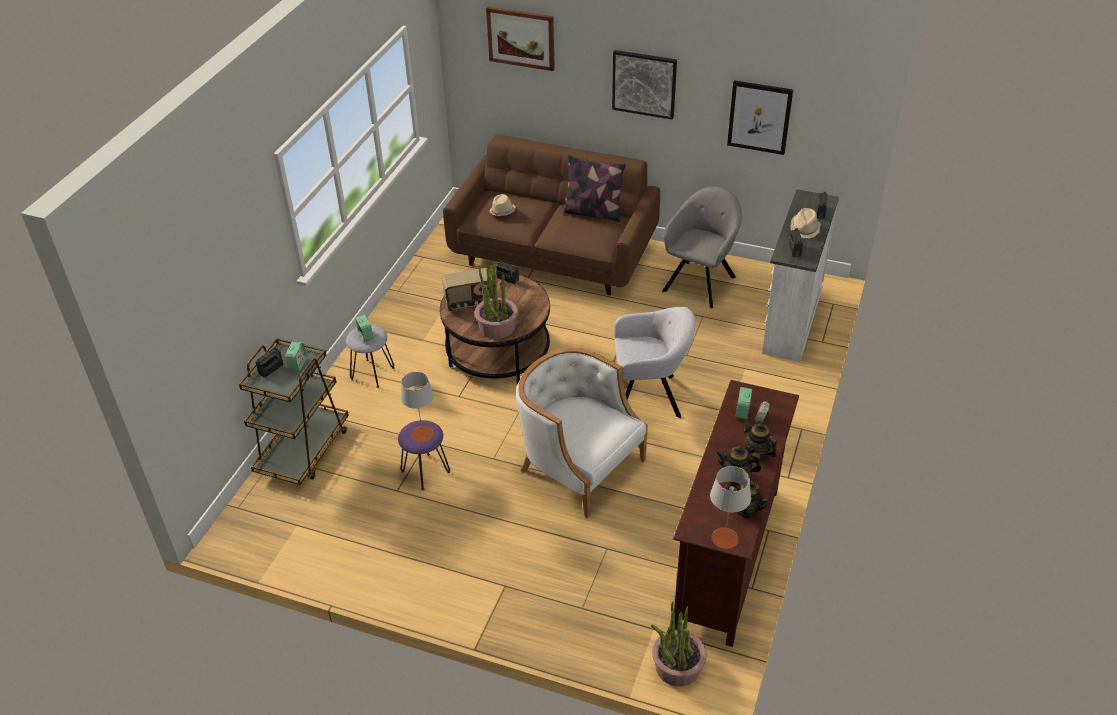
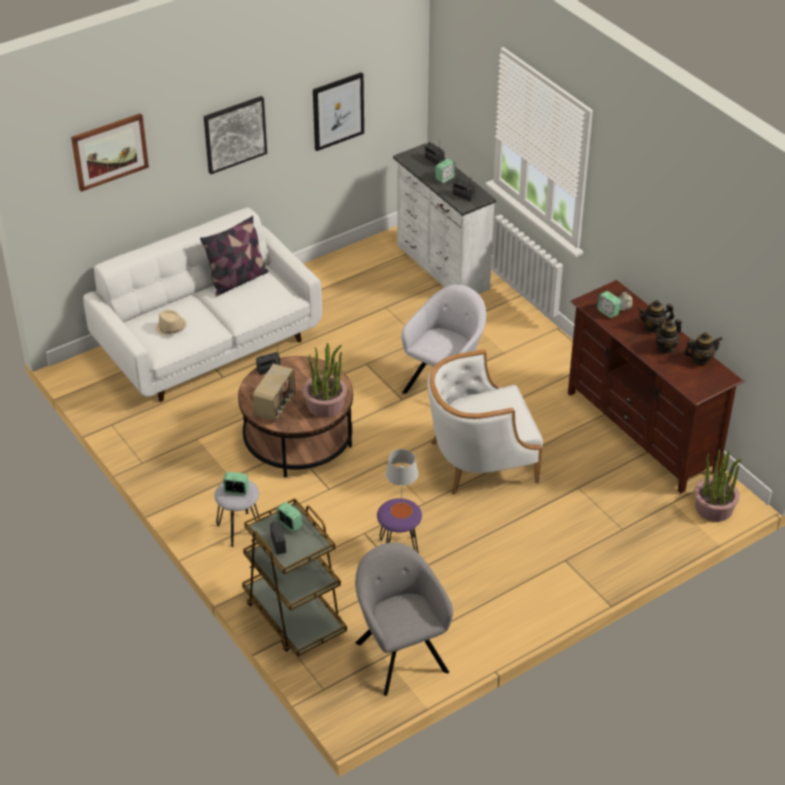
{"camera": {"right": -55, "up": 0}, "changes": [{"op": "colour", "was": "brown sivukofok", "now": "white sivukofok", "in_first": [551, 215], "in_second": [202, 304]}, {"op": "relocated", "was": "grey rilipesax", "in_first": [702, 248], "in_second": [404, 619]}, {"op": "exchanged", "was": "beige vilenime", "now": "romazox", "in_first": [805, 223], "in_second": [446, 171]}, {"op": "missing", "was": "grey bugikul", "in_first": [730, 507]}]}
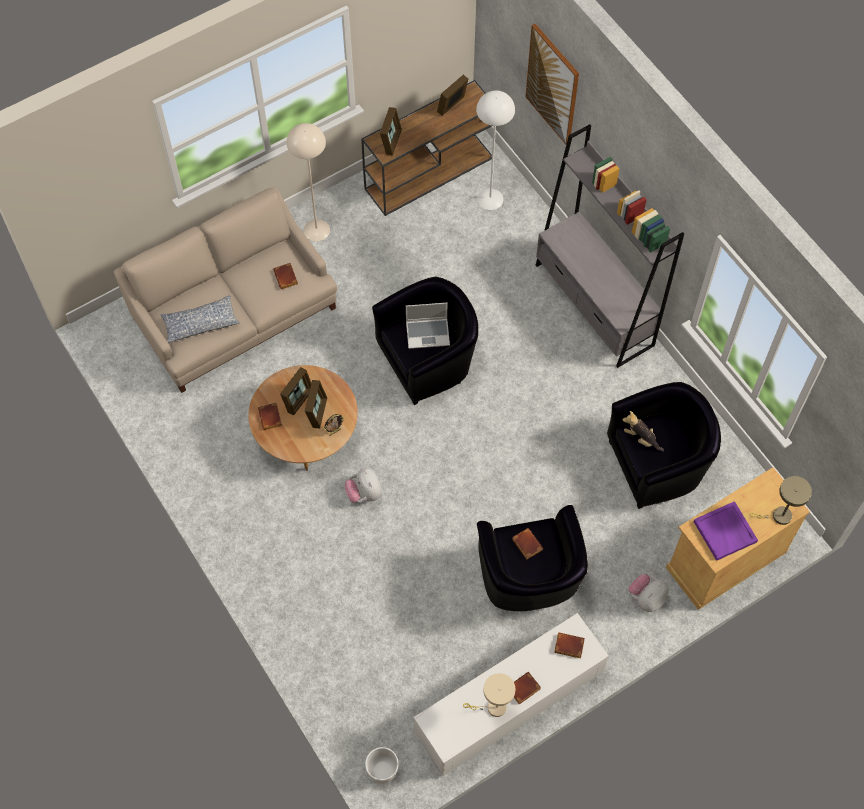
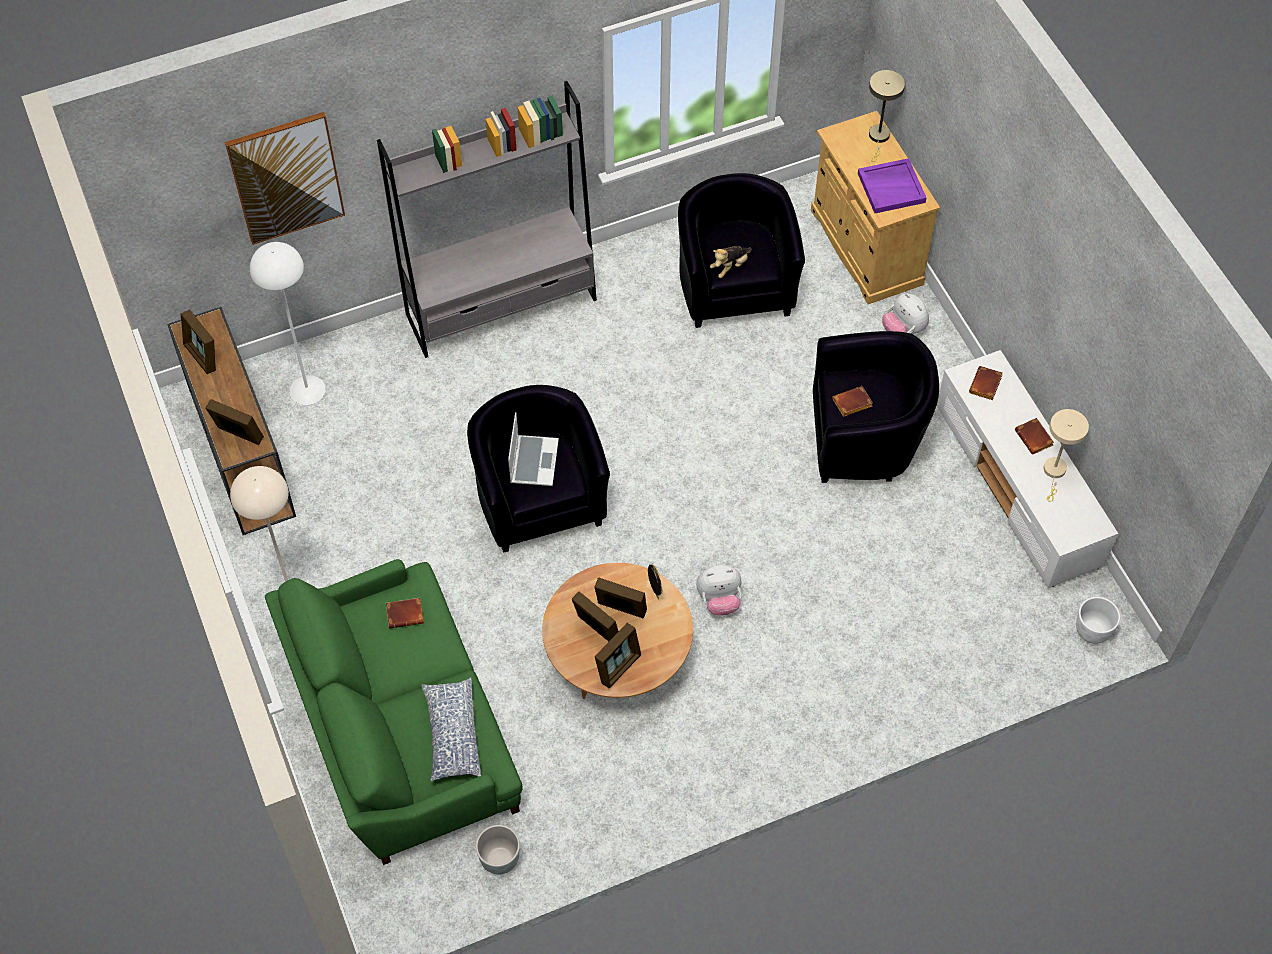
{"camera": {"right": -80, "up": -5}, "changes": [{"op": "colour", "was": "beige sivukofok", "now": "green sivukofok", "in_first": [225, 290], "in_second": [394, 712]}, {"op": "exchanged", "was": "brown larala", "now": "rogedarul", "in_first": [270, 416], "in_second": [618, 655]}, {"op": "appeared", "now": "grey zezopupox", "in_second": [498, 850]}]}
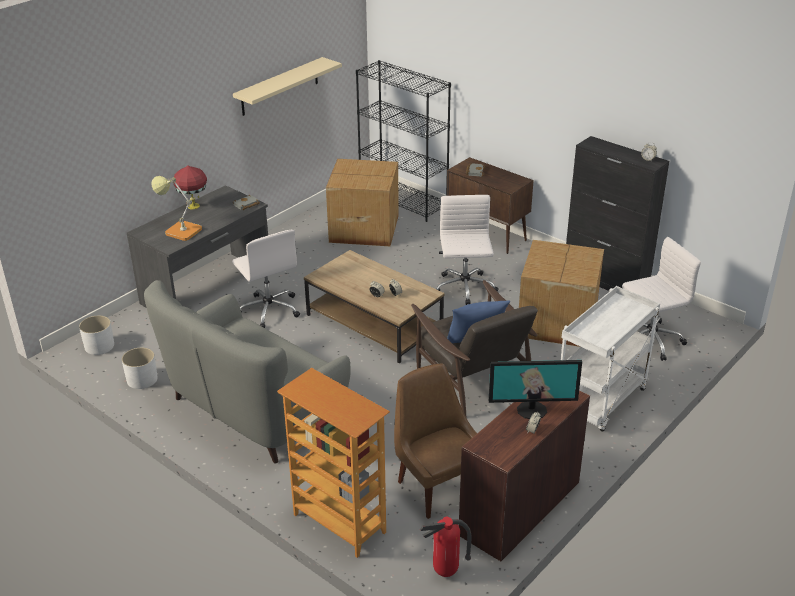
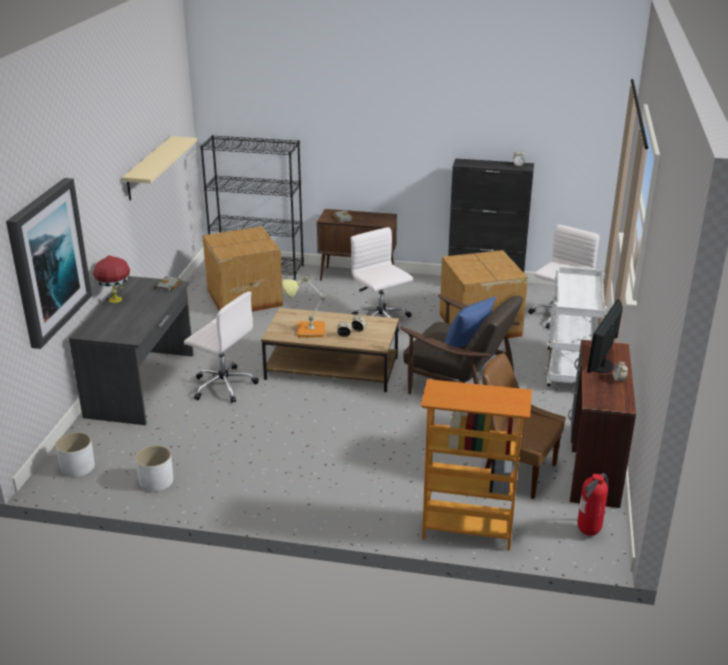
{"camera": {"right": -30, "up": -5}, "changes": [{"op": "relocated", "was": "bugikul", "in_first": [176, 208], "in_second": [303, 307]}, {"op": "missing", "was": "grey sivukofok", "in_first": [247, 371]}, {"op": "spun", "was": "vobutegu", "in_first": [535, 389], "in_second": [605, 336], "clockwise": 150}, {"op": "appeared", "now": "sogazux", "in_second": [49, 263]}]}
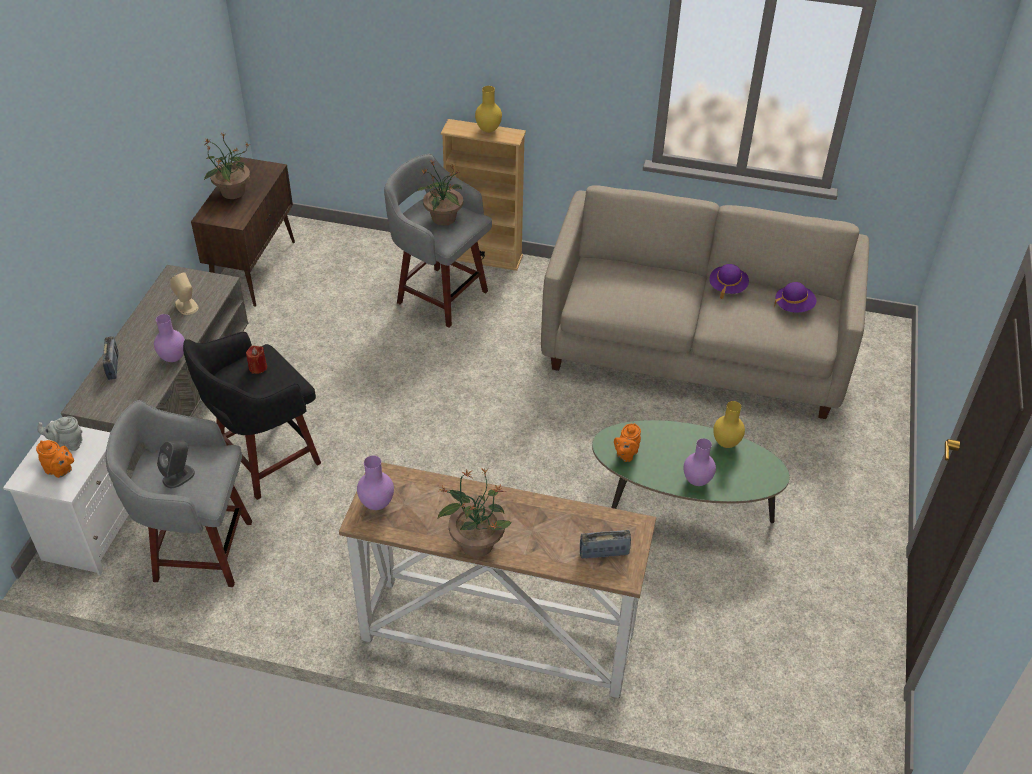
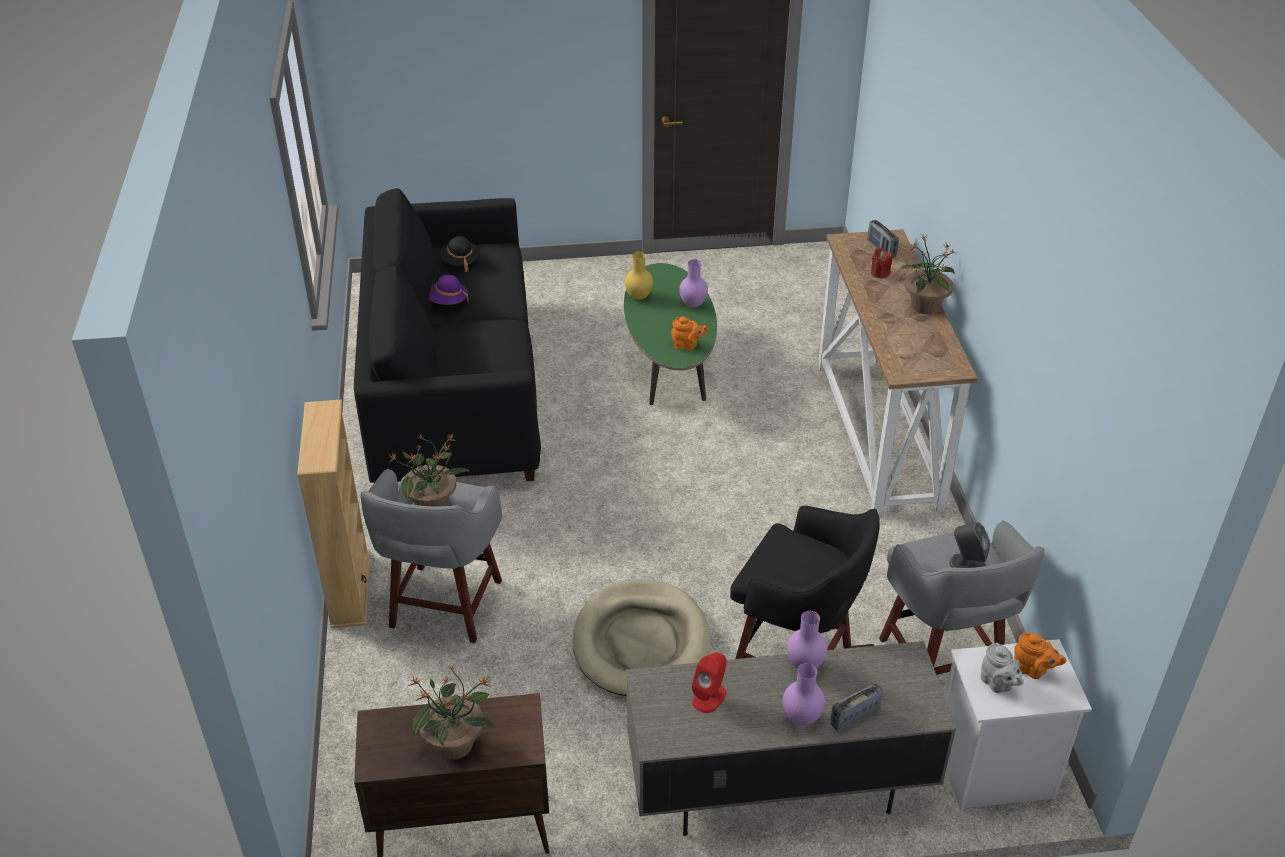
{"camera": {"right": -110, "up": -5}, "changes": [{"op": "missing", "was": "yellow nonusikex", "in_first": [488, 109]}, {"op": "colour", "was": "beige sivukofok", "now": "black sivukofok", "in_first": [705, 302], "in_second": [447, 335]}, {"op": "colour", "was": "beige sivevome", "now": "red sivevome", "in_first": [184, 293], "in_second": [709, 682]}, {"op": "colour", "was": "purple vilenime", "now": "black vilenime", "in_first": [795, 297], "in_second": [459, 254]}, {"op": "relocated", "was": "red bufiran", "in_first": [256, 359], "in_second": [881, 263]}, {"op": "spun", "was": "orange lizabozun", "in_first": [55, 459], "in_second": [1040, 655], "clockwise": 120}, {"op": "relocated", "was": "purple nonusikex", "in_first": [375, 483], "in_second": [804, 694]}, {"op": "appeared", "now": "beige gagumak", "in_second": [642, 638]}]}
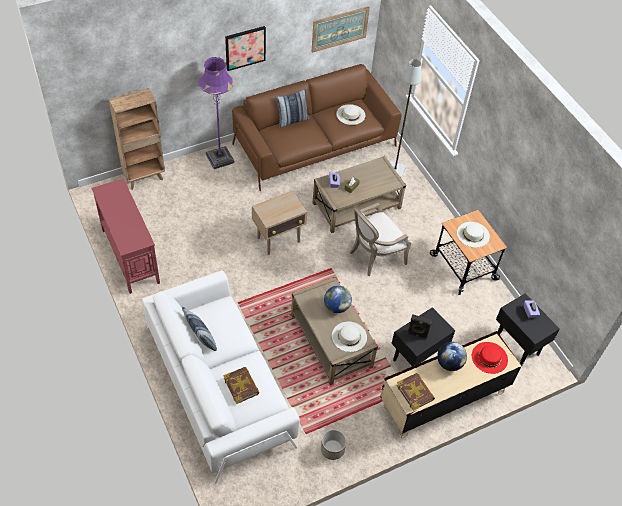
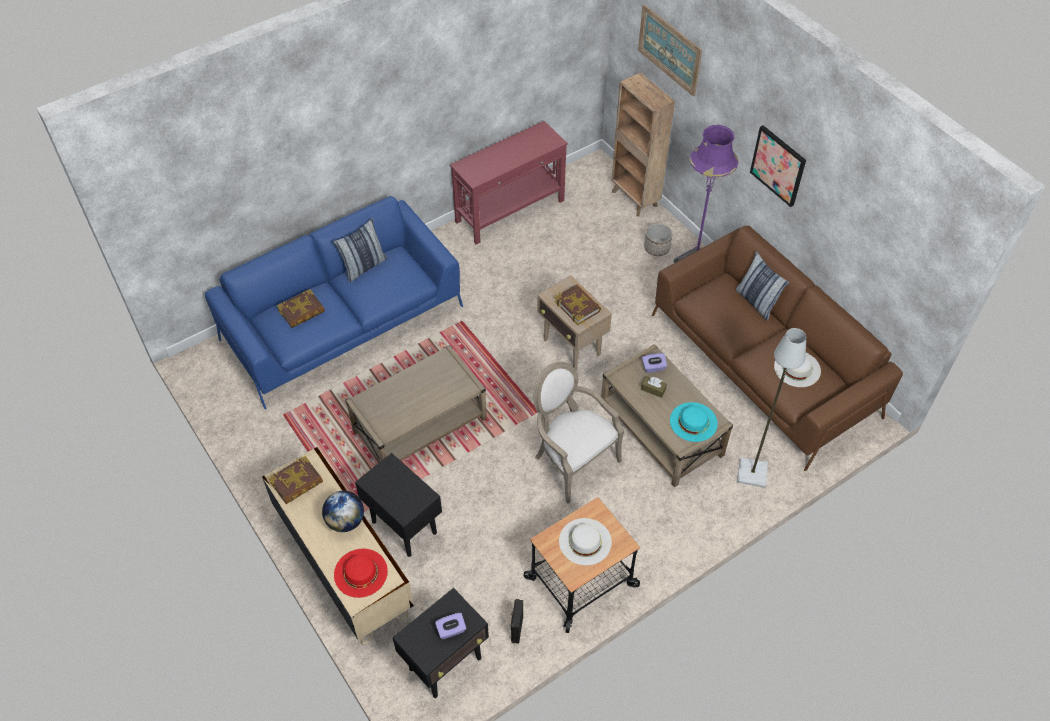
{"camera": {"right": 85, "up": 0}, "changes": [{"op": "relocated", "was": "sogazux", "in_first": [340, 29], "in_second": [670, 50]}, {"op": "colour", "was": "white sivukofok", "now": "blue sivukofok", "in_first": [221, 377], "in_second": [334, 302]}, {"op": "missing", "was": "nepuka", "in_first": [338, 299]}, {"op": "relocated", "was": "black sivevome", "in_first": [419, 326], "in_second": [517, 621]}, {"op": "missing", "was": "white vilenime", "in_first": [349, 337]}, {"op": "relocated", "was": "zezopupox", "in_first": [333, 444], "in_second": [658, 239]}, {"op": "appeared", "now": "larala", "in_second": [578, 304]}, {"op": "appeared", "now": "turquoise vilenime", "in_second": [694, 422]}]}
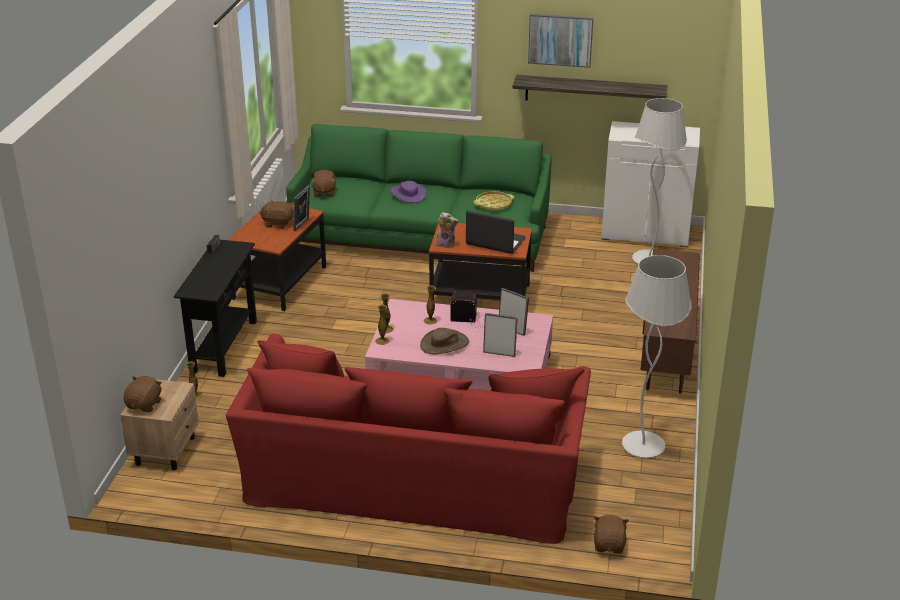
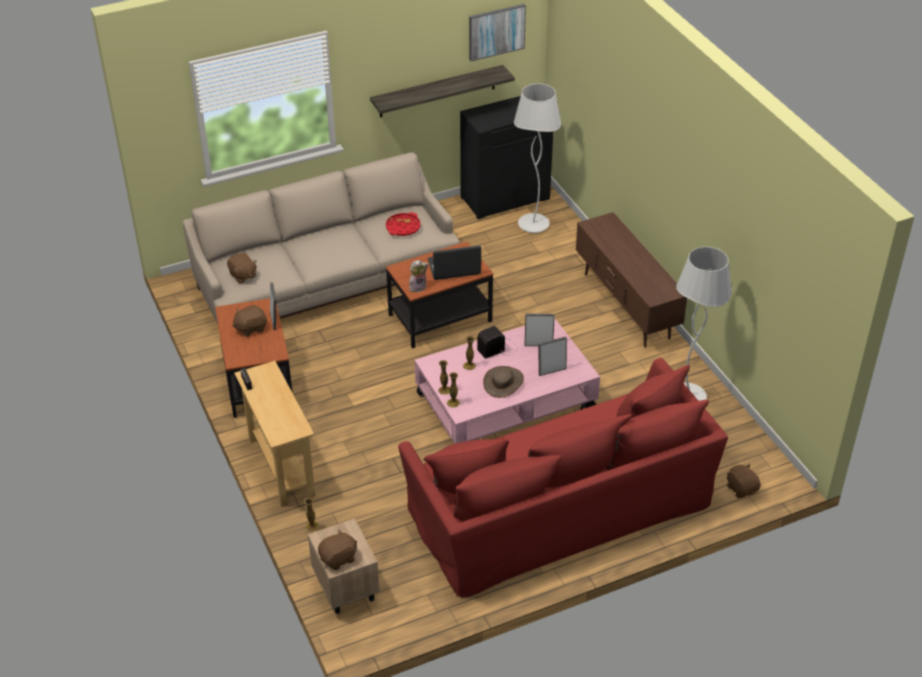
{"camera": {"right": -35, "up": 10}, "changes": [{"op": "relocated", "was": "sogazux", "in_first": [560, 41], "in_second": [497, 32]}, {"op": "colour", "was": "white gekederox", "now": "black gekederox", "in_first": [650, 184], "in_second": [506, 157]}, {"op": "colour", "was": "green sivukofok", "now": "beige sivukofok", "in_first": [419, 198], "in_second": [321, 238]}, {"op": "missing", "was": "purple vilenime", "in_first": [408, 192]}, {"op": "colour", "was": "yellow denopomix", "now": "red denopomix", "in_first": [494, 200], "in_second": [403, 224]}, {"op": "colour", "was": "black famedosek", "now": "beige famedosek", "in_first": [215, 308], "in_second": [274, 434]}, {"op": "spun", "was": "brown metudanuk", "in_first": [143, 394], "in_second": [337, 549], "clockwise": 75}]}
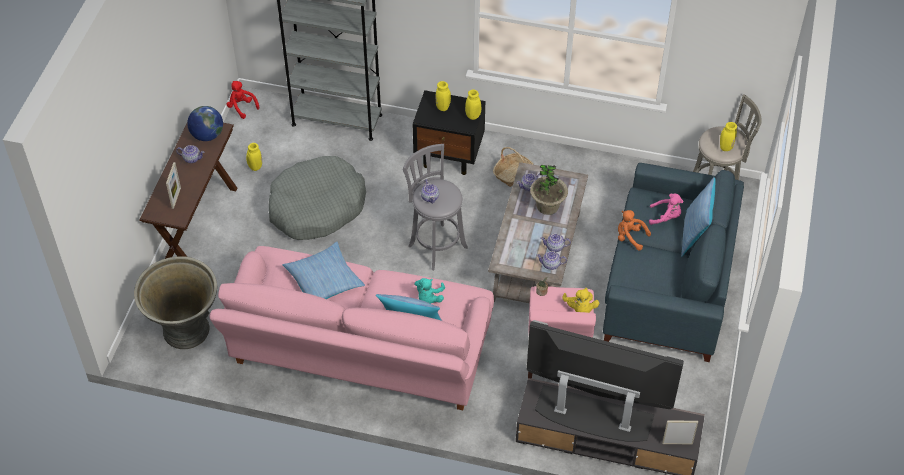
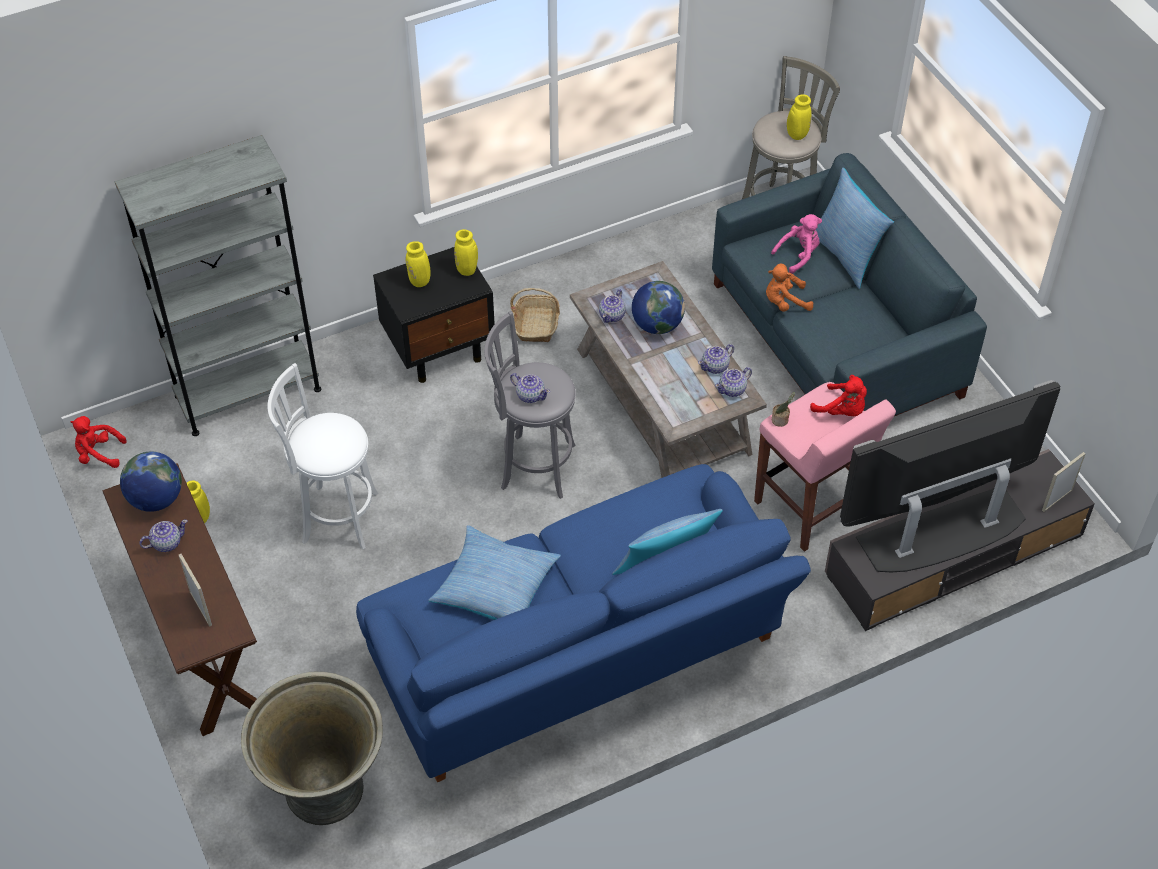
{"camera": {"right": -40, "up": 0}, "changes": [{"op": "exchanged", "was": "grey gagumak", "now": "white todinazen", "in_first": [317, 198], "in_second": [323, 456]}, {"op": "exchanged", "was": "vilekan", "now": "nepuka", "in_first": [549, 190], "in_second": [658, 307]}, {"op": "colour", "was": "pink sivukofok", "now": "blue sivukofok", "in_first": [351, 328], "in_second": [583, 623]}, {"op": "missing", "was": "turquoise metudanuk", "in_first": [429, 291]}, {"op": "colour", "was": "yellow metudanuk", "now": "red metudanuk", "in_first": [580, 300], "in_second": [838, 395]}]}
